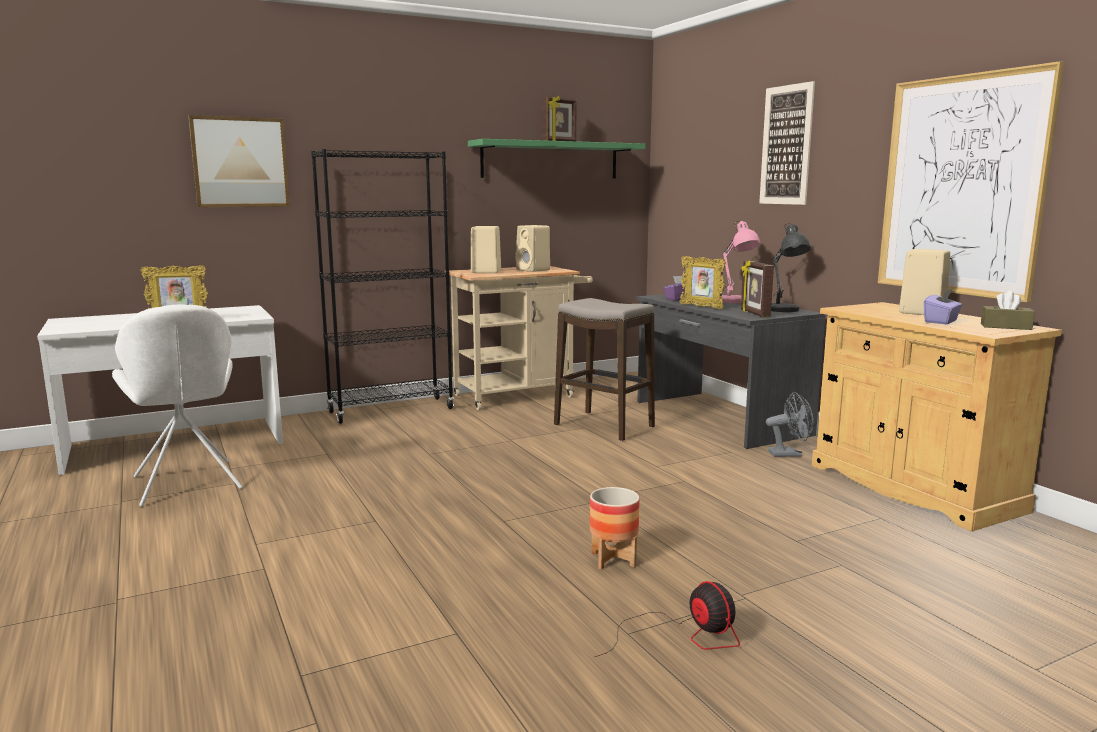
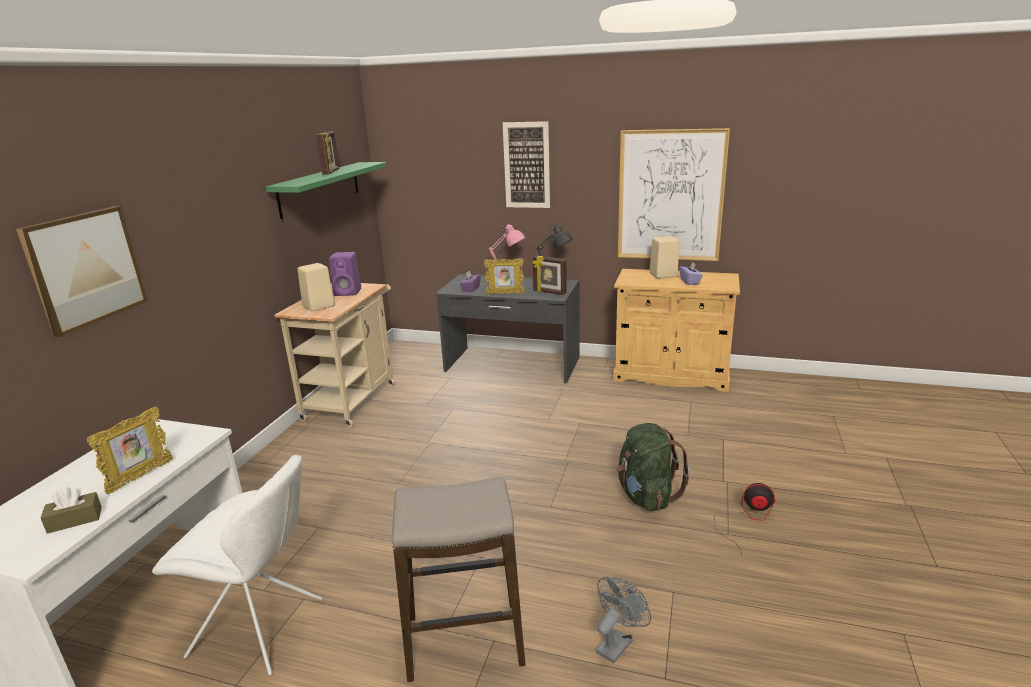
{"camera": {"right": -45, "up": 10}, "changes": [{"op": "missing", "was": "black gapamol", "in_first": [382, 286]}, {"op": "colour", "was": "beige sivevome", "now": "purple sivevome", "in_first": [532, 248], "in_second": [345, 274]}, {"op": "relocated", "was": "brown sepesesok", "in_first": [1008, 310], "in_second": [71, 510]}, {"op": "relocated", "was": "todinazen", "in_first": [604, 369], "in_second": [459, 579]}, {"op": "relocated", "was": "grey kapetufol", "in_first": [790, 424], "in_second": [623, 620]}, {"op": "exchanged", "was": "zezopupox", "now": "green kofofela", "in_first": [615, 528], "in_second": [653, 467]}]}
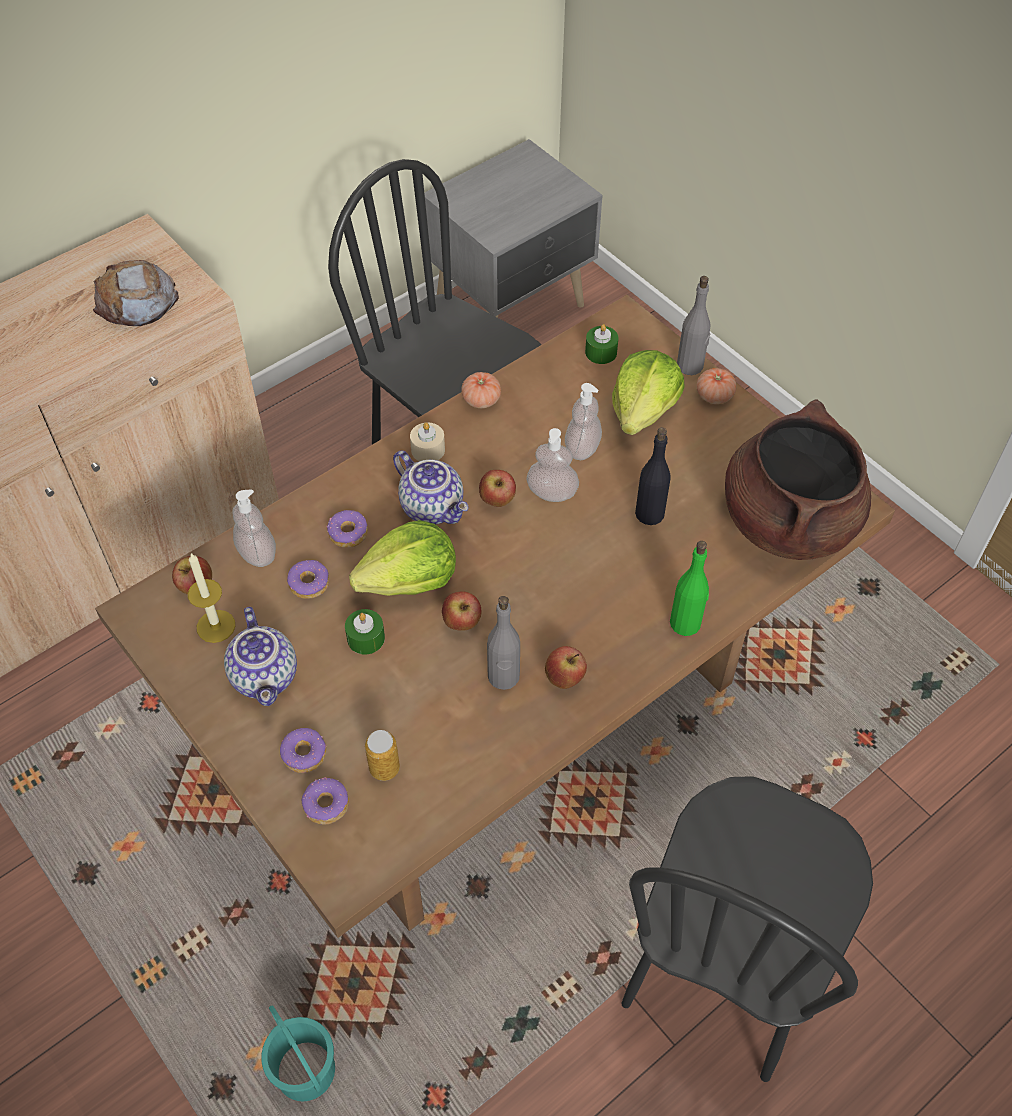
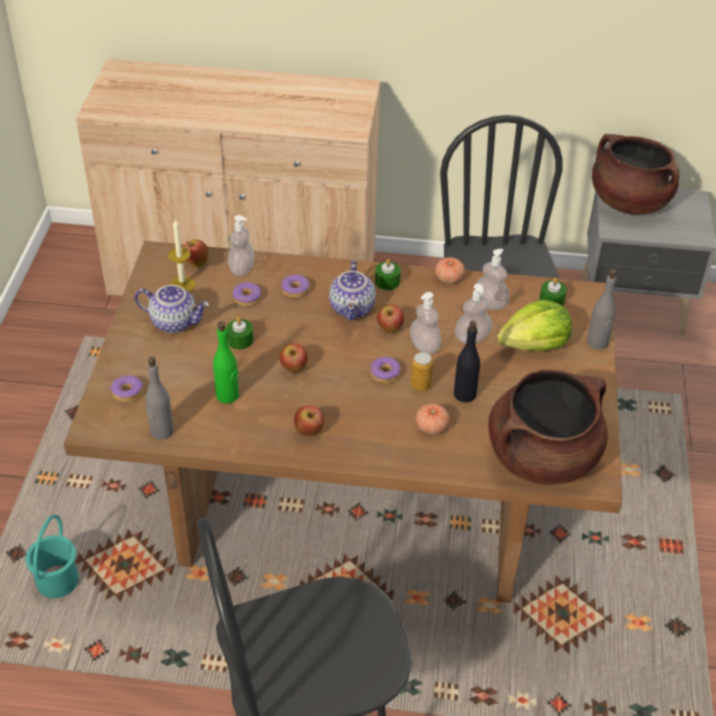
{"camera": {"right": 45, "up": -10}, "changes": [{"op": "missing", "was": "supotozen", "in_first": [136, 293]}, {"op": "relocated", "was": "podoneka", "in_first": [717, 386], "in_second": [432, 418]}, {"op": "colour", "was": "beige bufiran", "now": "green bufiran", "in_first": [427, 441], "in_second": [388, 274]}, {"op": "missing", "was": "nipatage", "in_first": [402, 558]}, {"op": "relocated", "was": "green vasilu", "in_first": [689, 588], "in_second": [226, 362]}, {"op": "relocated", "was": "grey vasilu", "in_first": [503, 643], "in_second": [159, 398]}, {"op": "spun", "was": "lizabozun", "in_first": [260, 656], "in_second": [172, 309], "clockwise": -105}, {"op": "relocated", "was": "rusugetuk", "in_first": [303, 750], "in_second": [386, 370]}, {"op": "relocated", "was": "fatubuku", "in_first": [382, 755], "in_second": [422, 372]}, {"op": "appeared", "now": "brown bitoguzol", "in_second": [635, 174]}, {"op": "appeared", "now": "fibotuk", "in_second": [492, 279]}]}
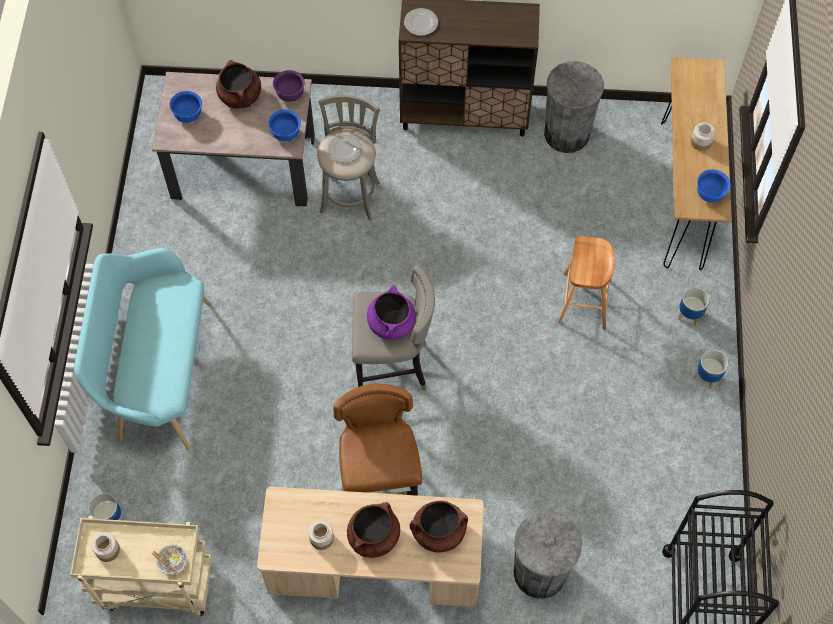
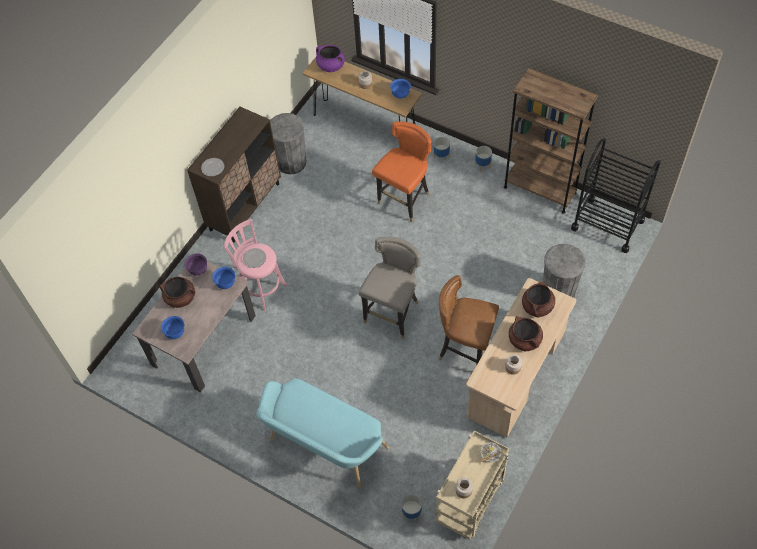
{"camera": {"right": -60, "up": -5}, "changes": [{"op": "colour", "was": "grey todinazen", "now": "pink todinazen", "in_first": [348, 158], "in_second": [255, 265]}, {"op": "exchanged", "was": "brown todinazen", "now": "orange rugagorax", "in_first": [586, 283], "in_second": [401, 171]}, {"op": "relocated", "was": "purple bitoguzol", "in_first": [391, 312], "in_second": [330, 58]}, {"op": "appeared", "now": "brown gapamol", "in_second": [551, 141]}]}
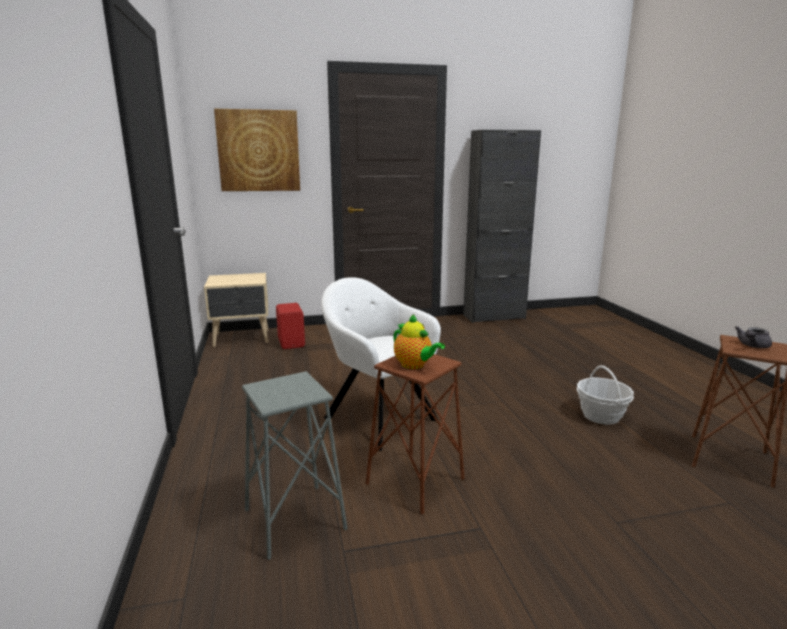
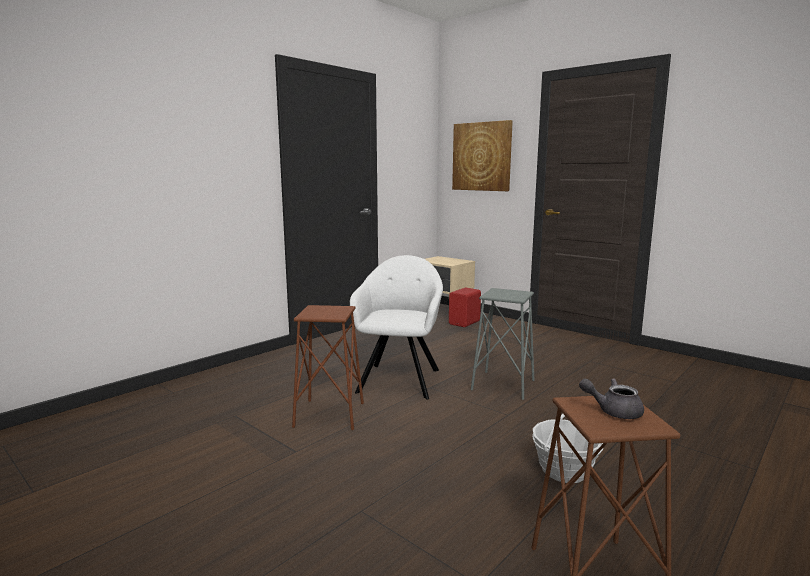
{"camera": {"right": 55, "up": -5}, "changes": [{"op": "missing", "was": "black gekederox", "in_first": [502, 226]}, {"op": "missing", "was": "lizabozun", "in_first": [419, 341]}, {"op": "relocated", "was": "grey todinazen", "in_first": [295, 465], "in_second": [502, 344]}]}
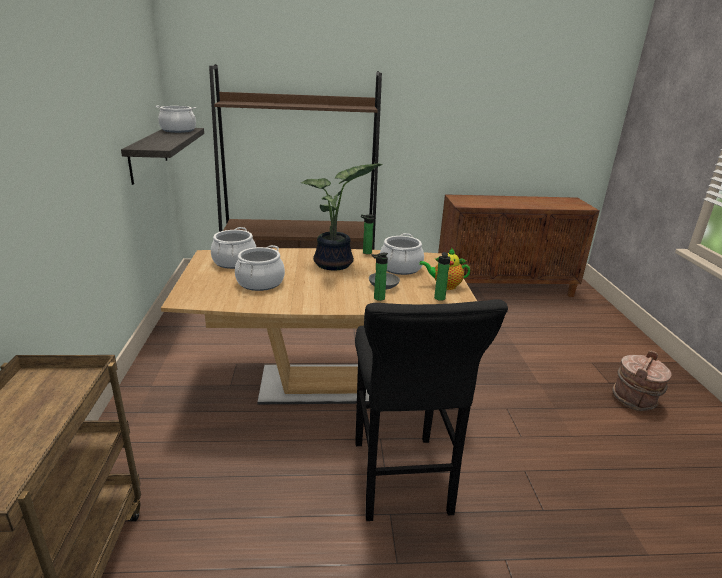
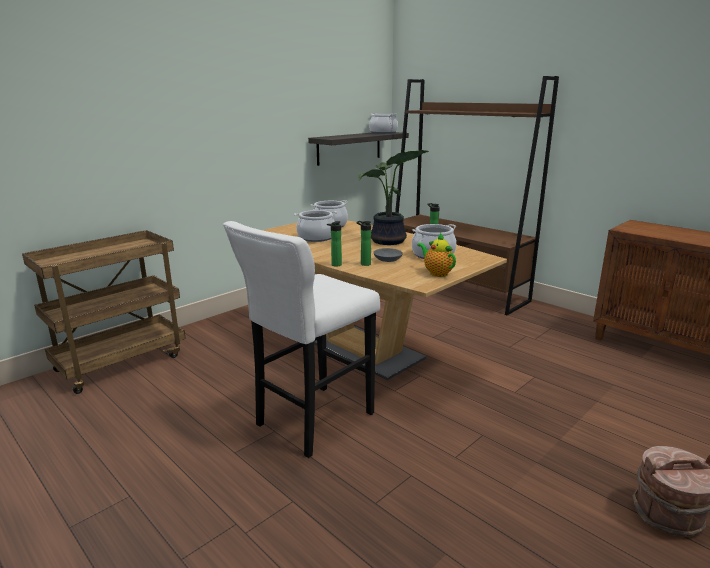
{"camera": {"right": 50, "up": -5}, "changes": [{"op": "relocated", "was": "vasilu", "in_first": [442, 276], "in_second": [334, 244]}, {"op": "colour", "was": "black todinazen", "now": "white todinazen", "in_first": [431, 410], "in_second": [301, 339]}]}
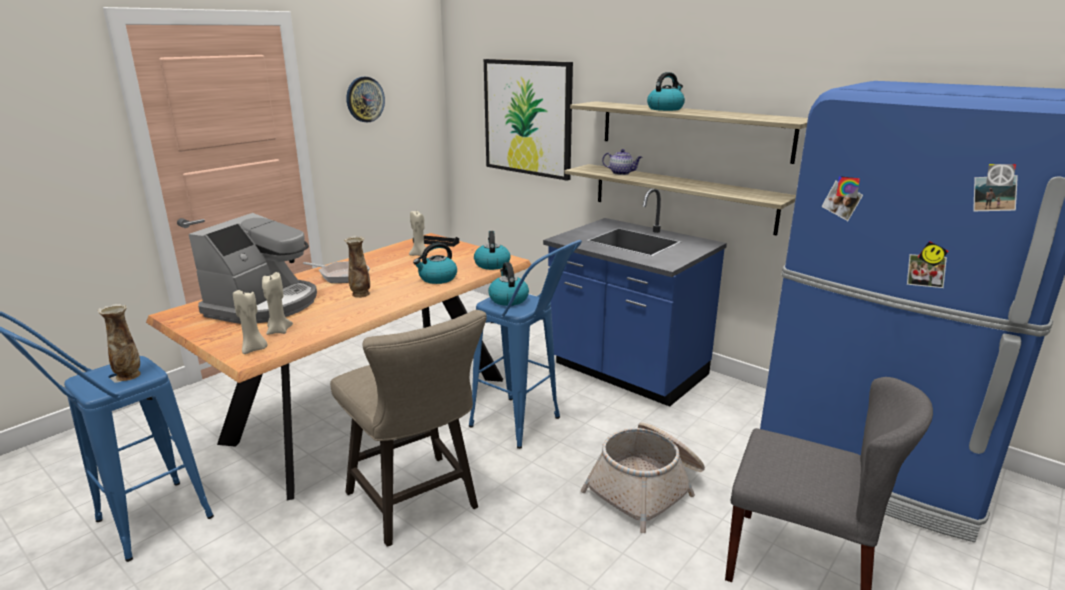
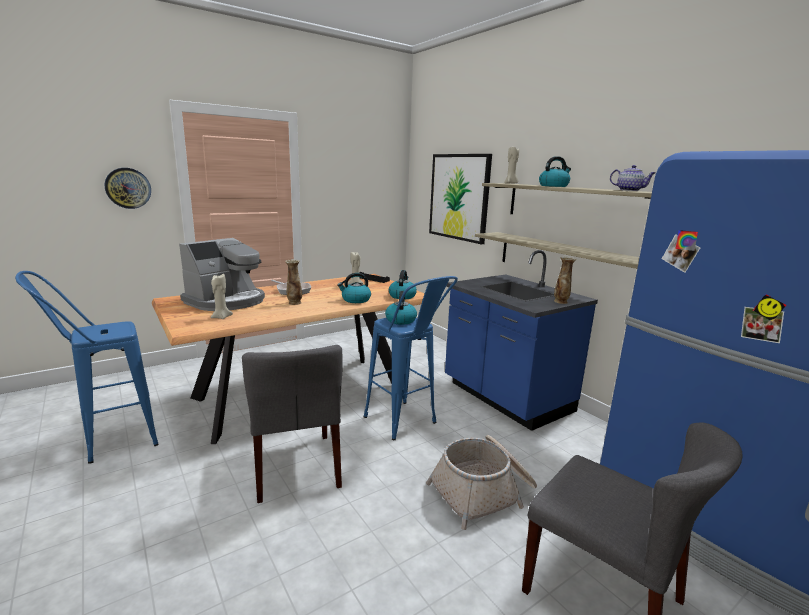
{"camera": {"right": 15, "up": -5}, "changes": [{"op": "relocated", "was": "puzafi", "in_first": [365, 100], "in_second": [128, 188]}, {"op": "relocated", "was": "lizabozun", "in_first": [622, 162], "in_second": [633, 178]}, {"op": "relocated", "was": "beige bufiran", "in_first": [250, 322], "in_second": [511, 165]}, {"op": "relocated", "was": "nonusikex", "in_first": [119, 342], "in_second": [565, 280]}, {"op": "exchanged", "was": "beige todinazen", "now": "grey rugagorax", "in_first": [408, 428], "in_second": [292, 424]}]}
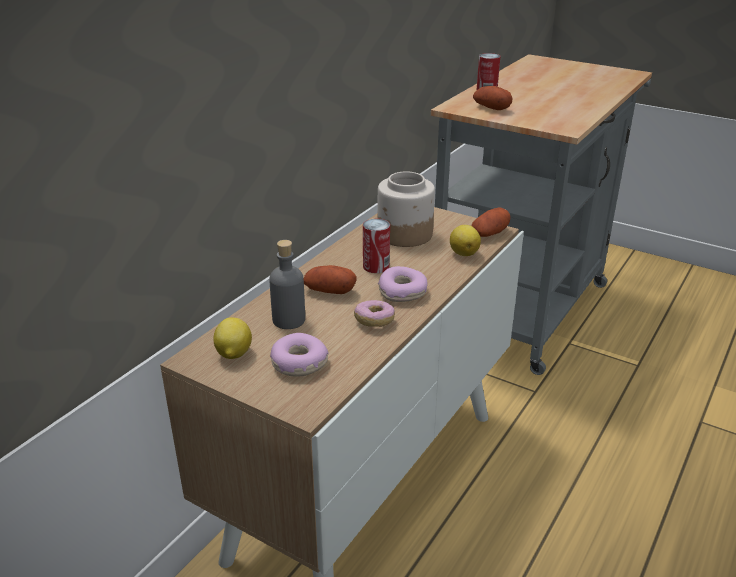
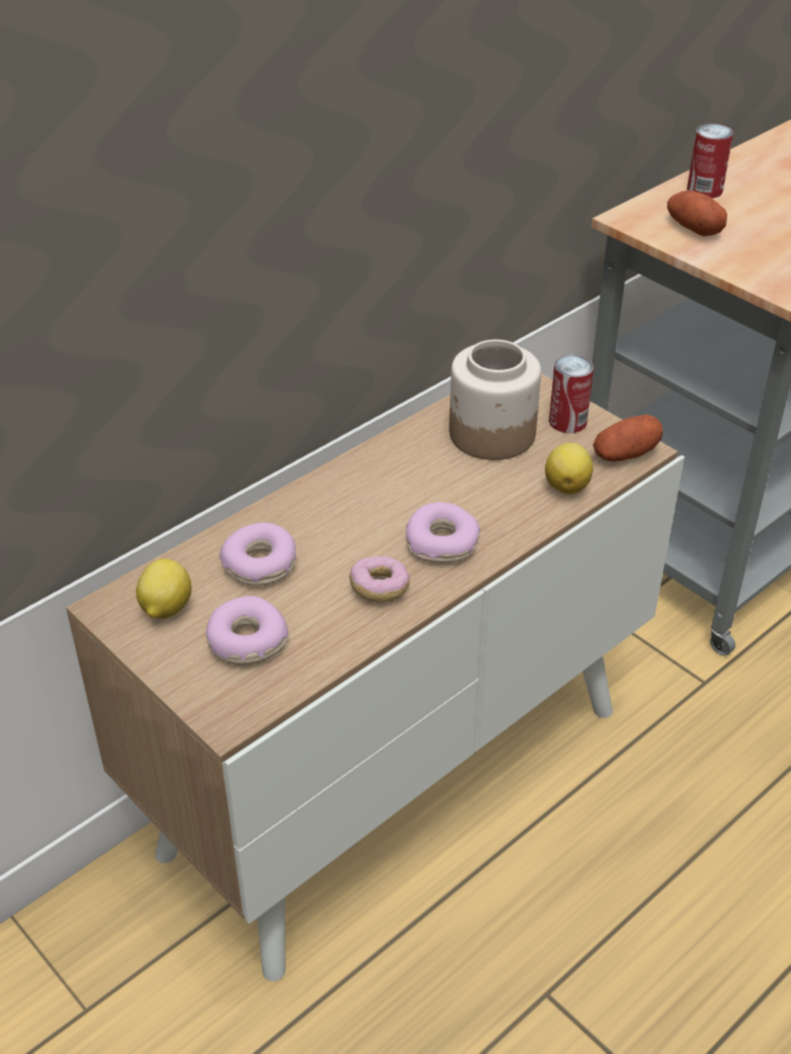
{"camera": {"right": 15, "up": 10}, "changes": [{"op": "relocated", "was": "fatubuku", "in_first": [376, 246], "in_second": [571, 394]}, {"op": "exchanged", "was": "grey vasilu", "now": "rusugetuk", "in_first": [287, 284], "in_second": [257, 554]}, {"op": "missing", "was": "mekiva", "in_first": [330, 279]}]}
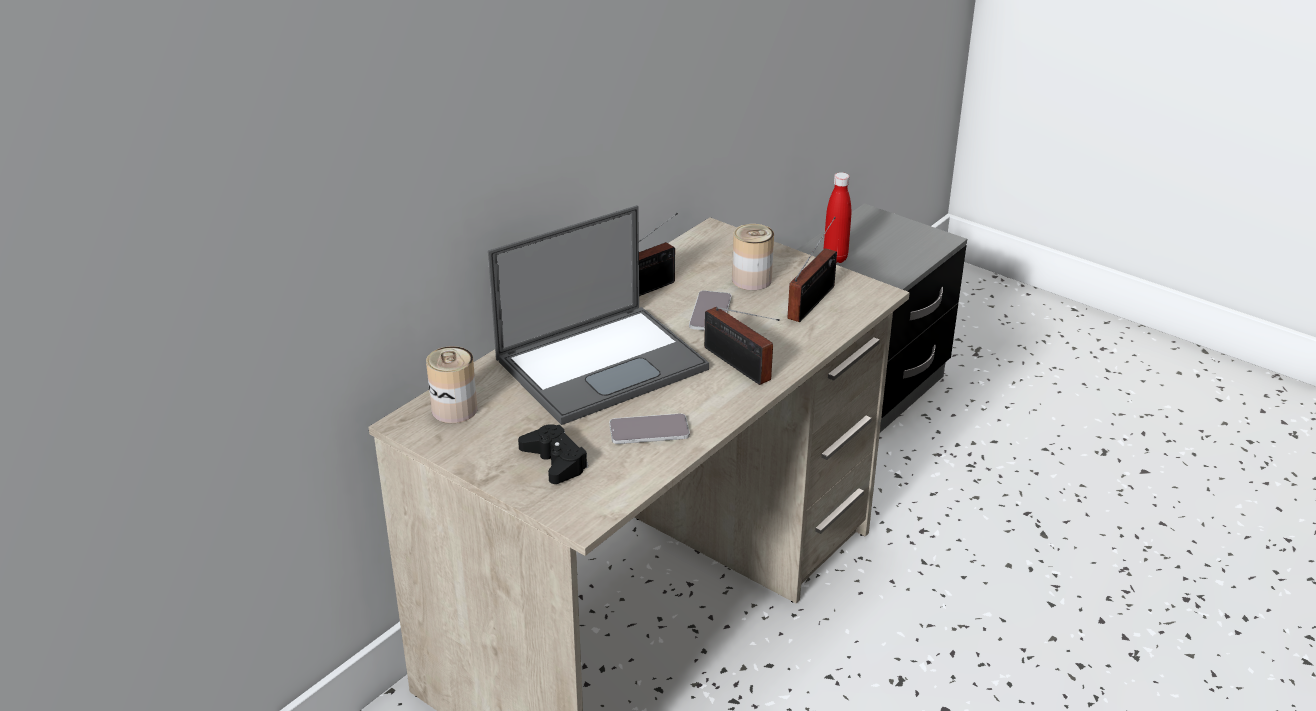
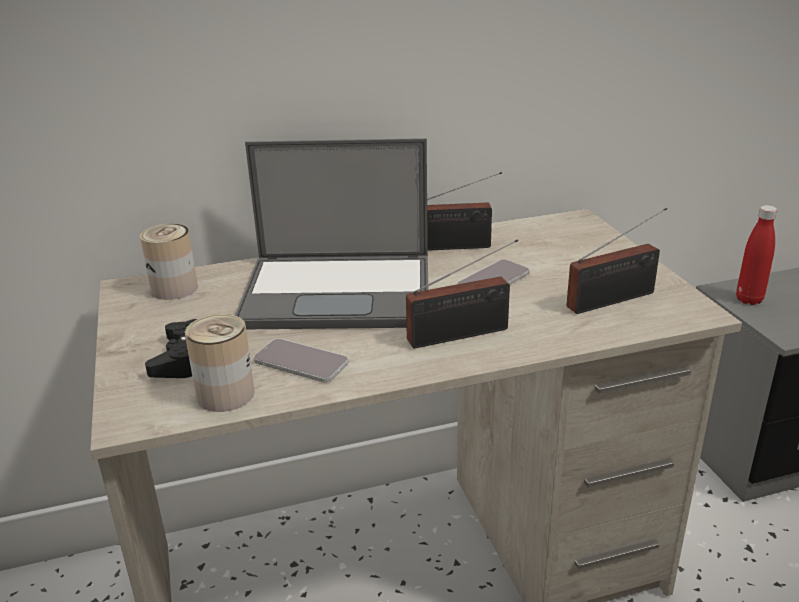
{"camera": {"right": 35, "up": -5}, "changes": [{"op": "relocated", "was": "fatubuku", "in_first": [753, 257], "in_second": [220, 363]}, {"op": "spun", "was": "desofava", "in_first": [742, 346], "in_second": [462, 293], "clockwise": -105}]}
